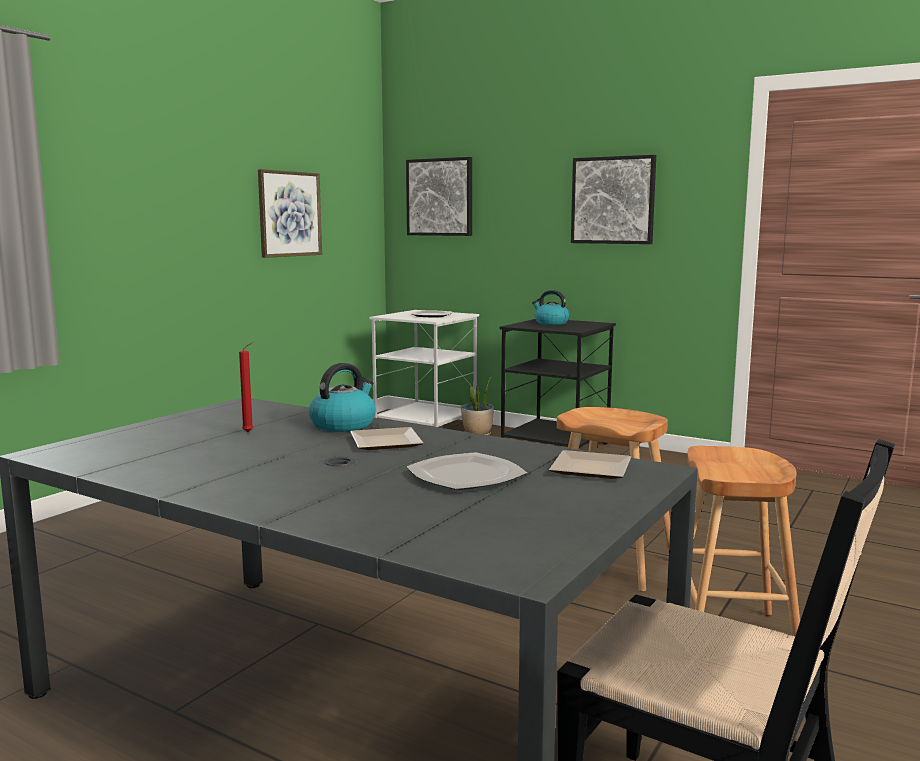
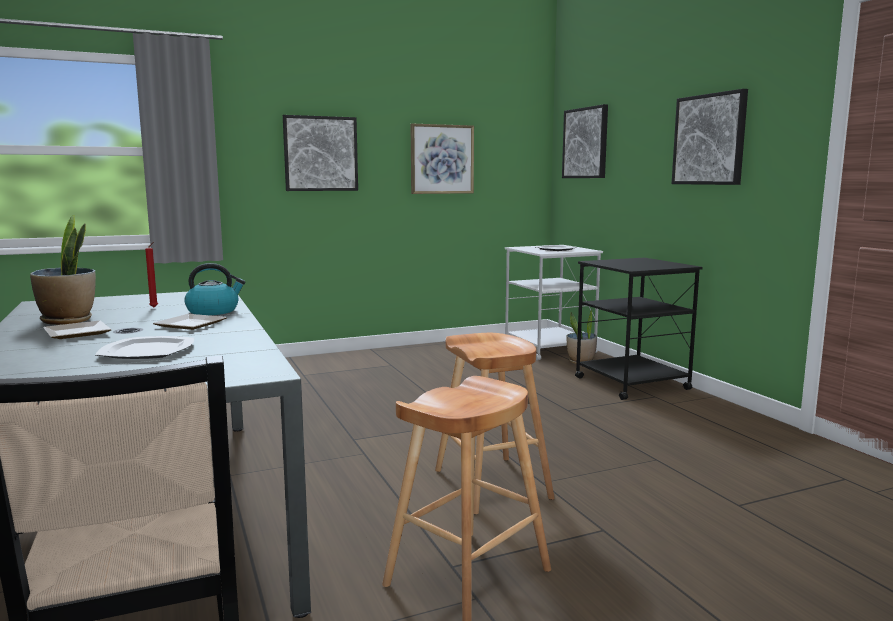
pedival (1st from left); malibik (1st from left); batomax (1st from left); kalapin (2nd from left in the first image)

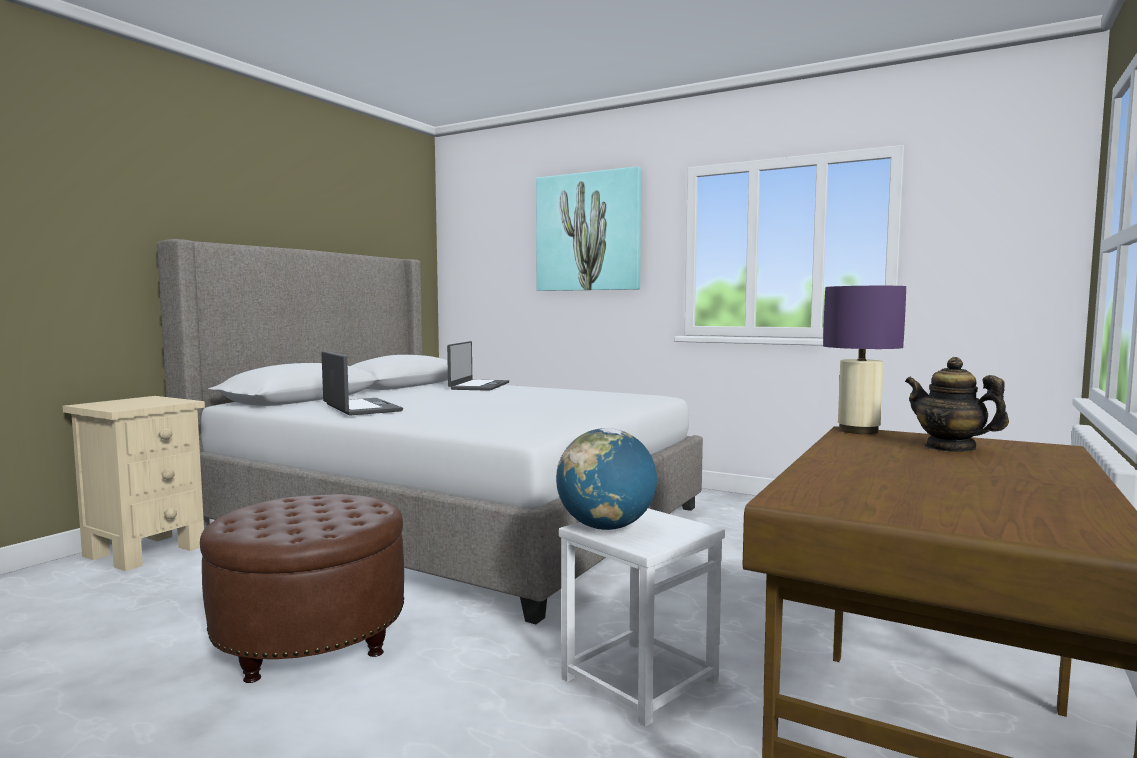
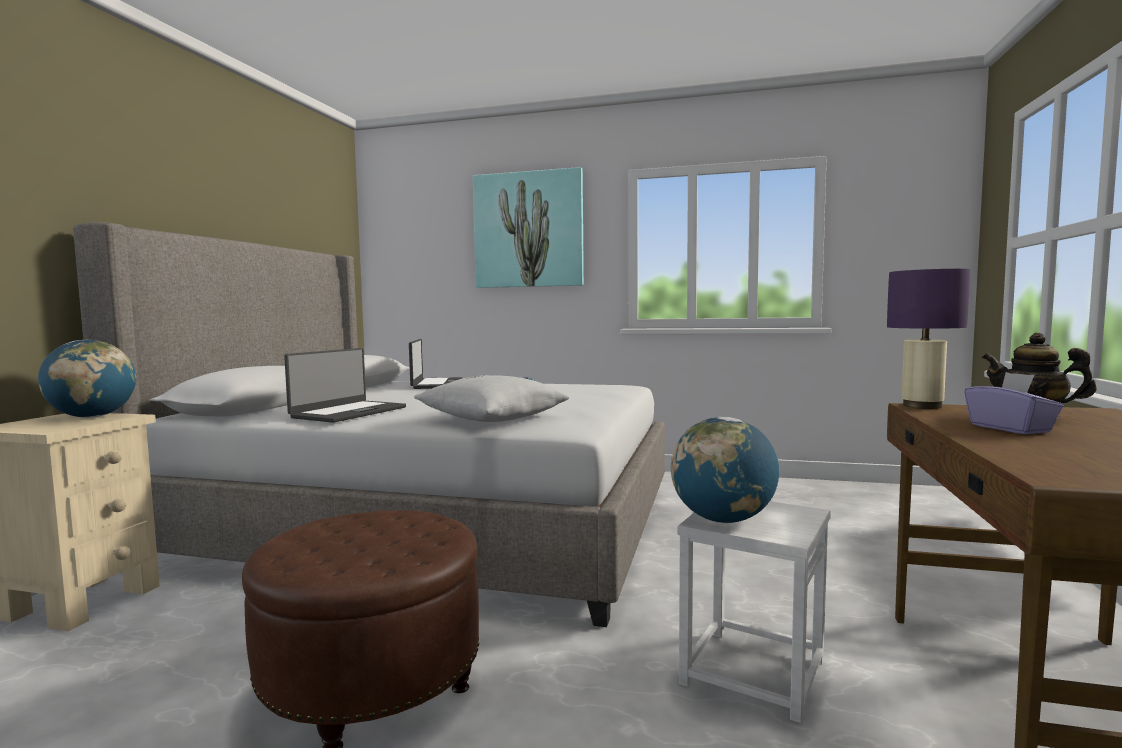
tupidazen (1st from left); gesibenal (1st from left); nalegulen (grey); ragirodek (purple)

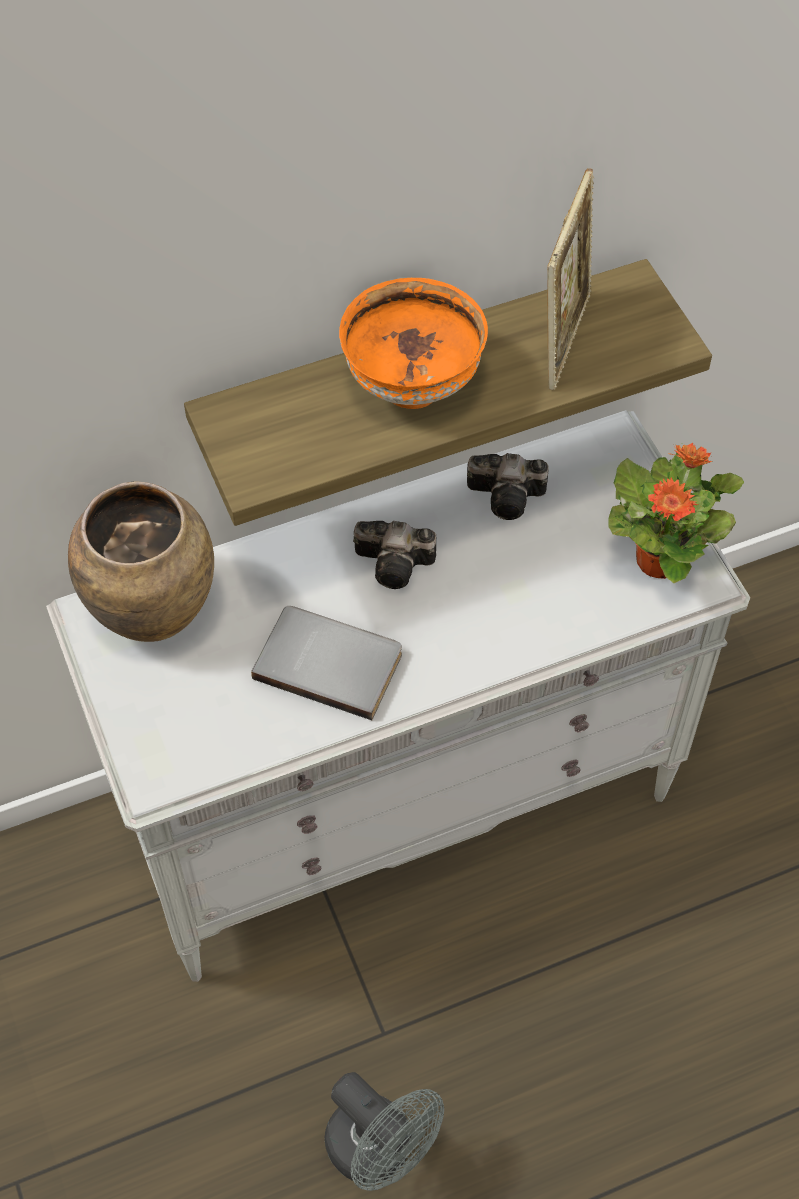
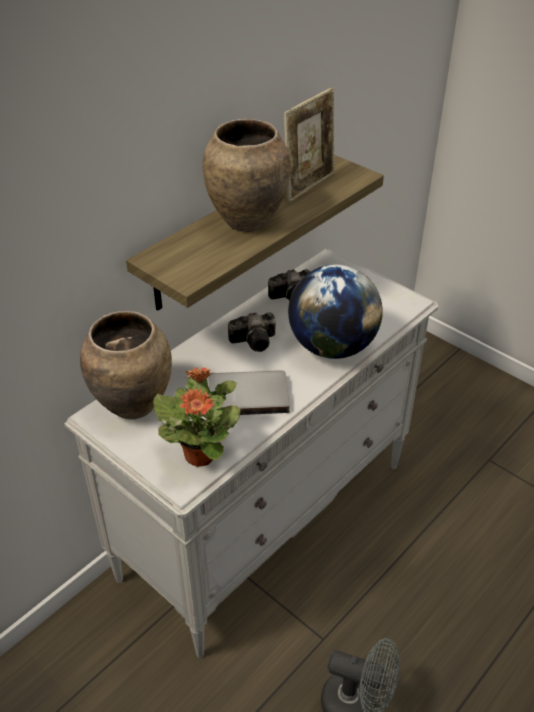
pedival; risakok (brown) (2nd from left); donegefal; tupidazen

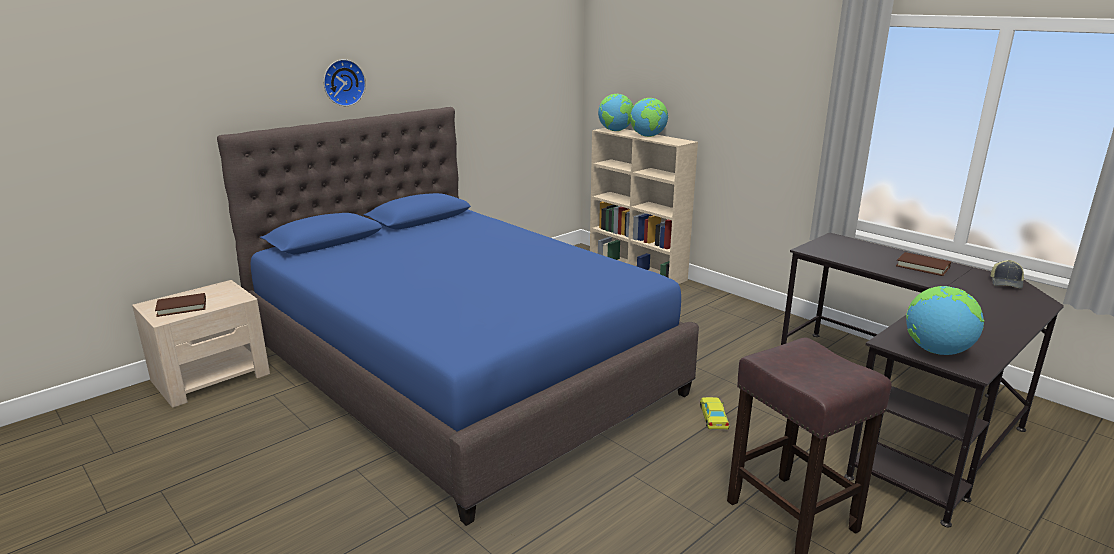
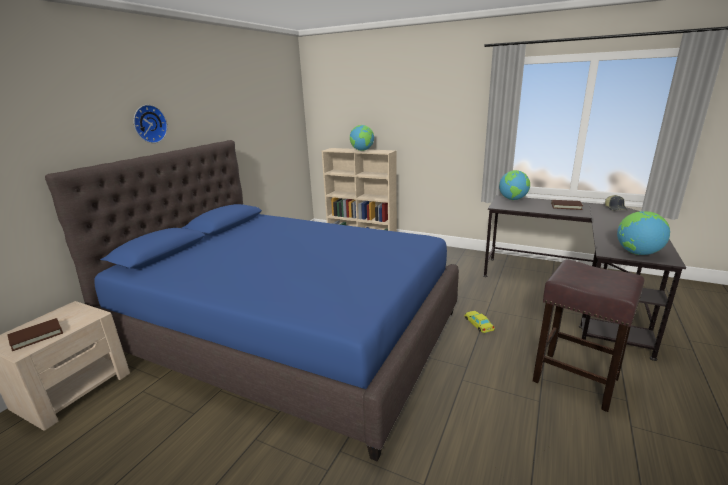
tupidazen (2nd from left)

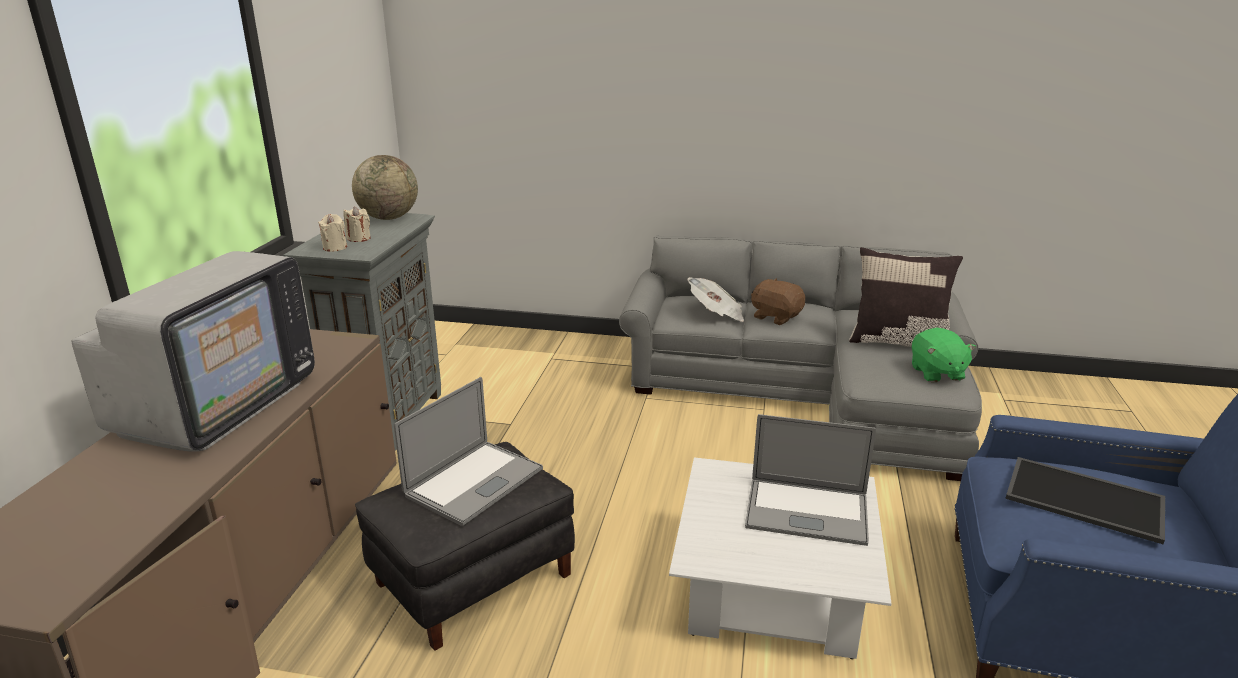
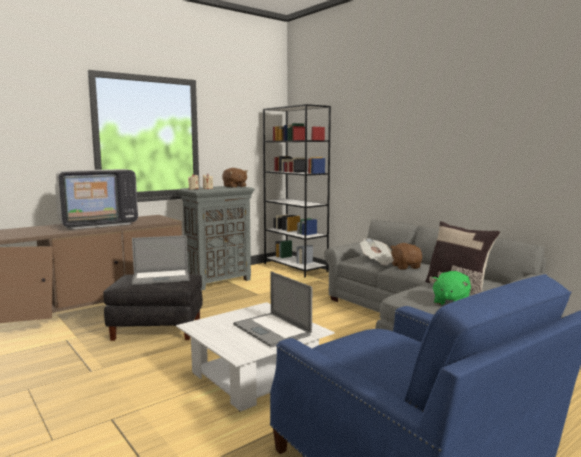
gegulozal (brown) (1st from left); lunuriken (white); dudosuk

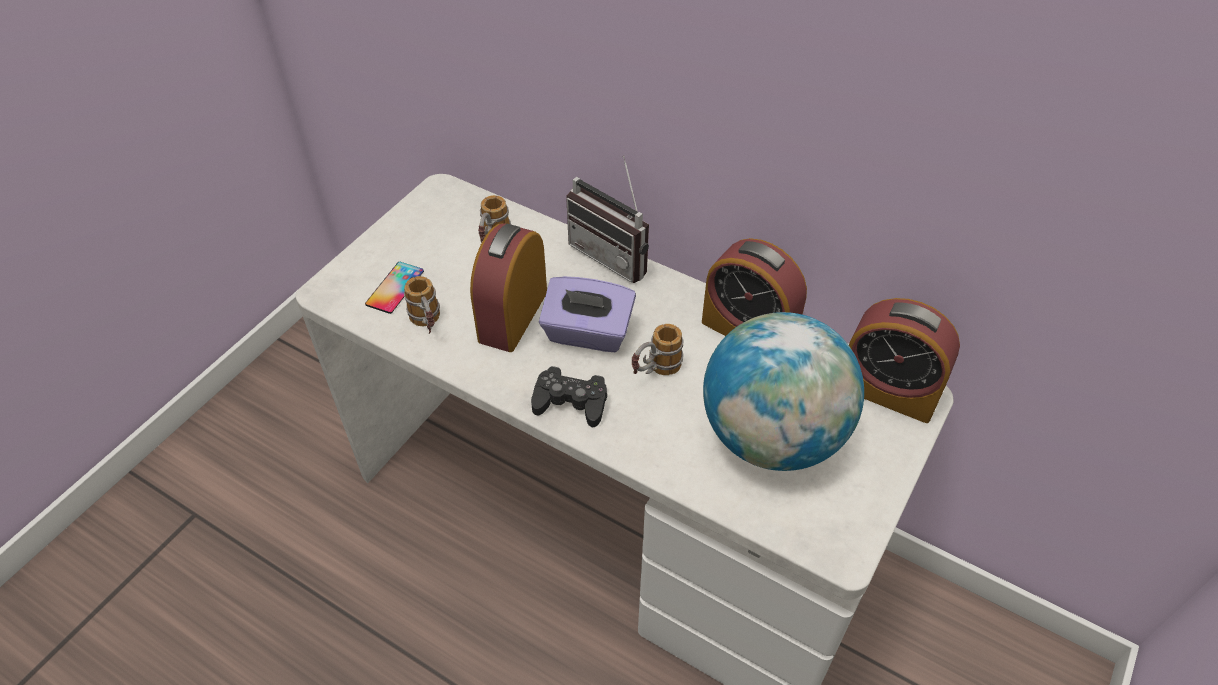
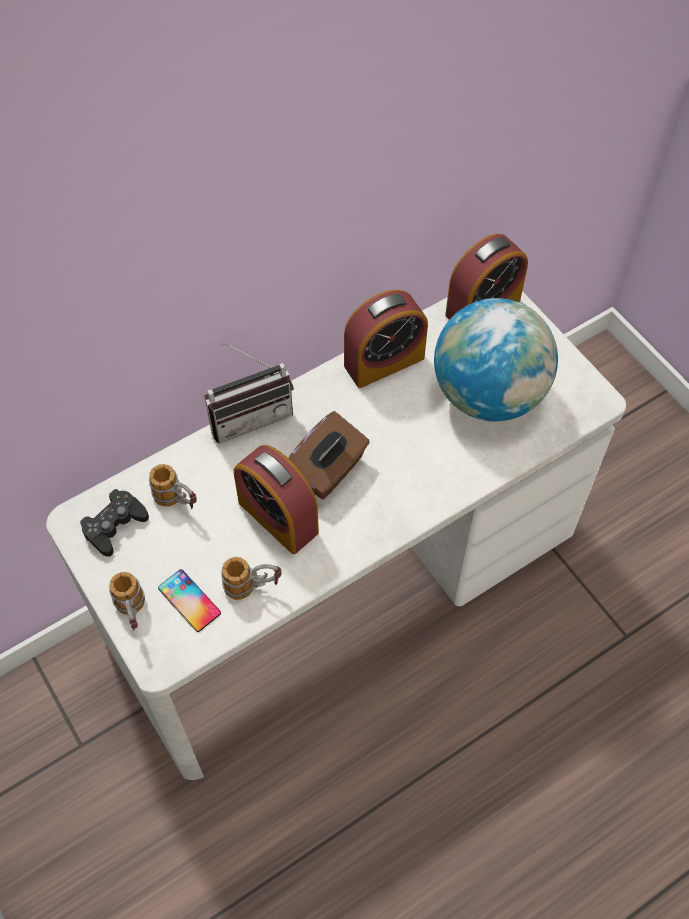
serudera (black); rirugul (1st from left); ragirodek (brown)

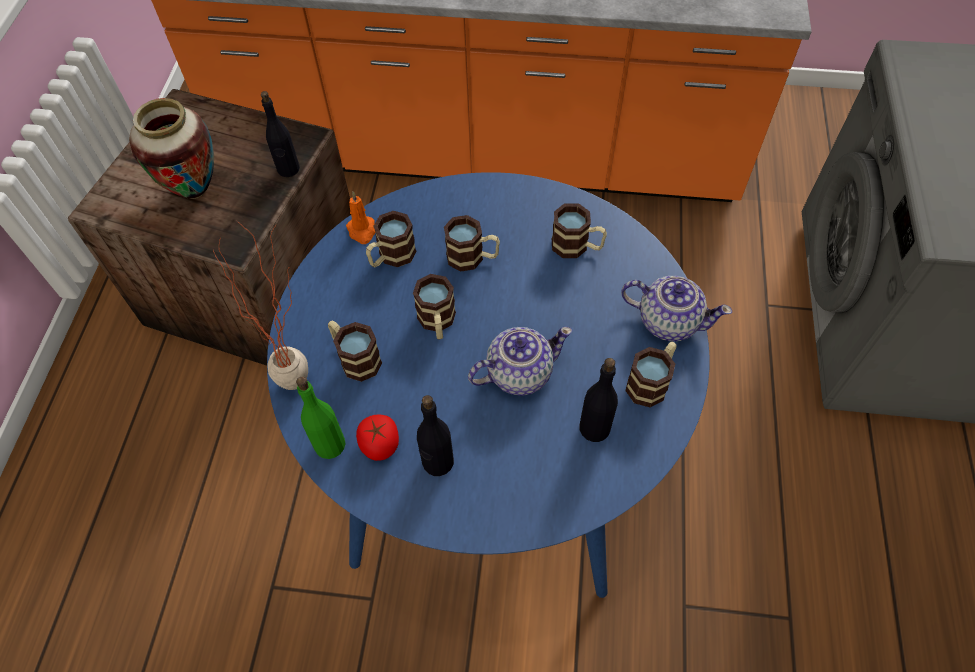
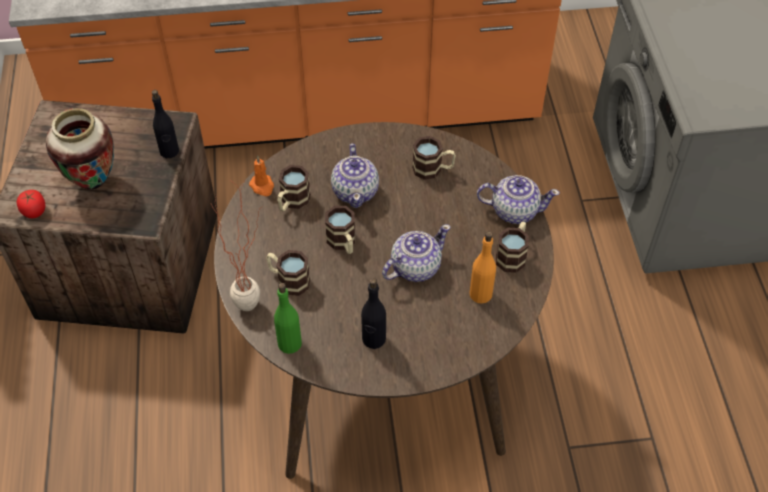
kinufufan; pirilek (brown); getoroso (1st from left); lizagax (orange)

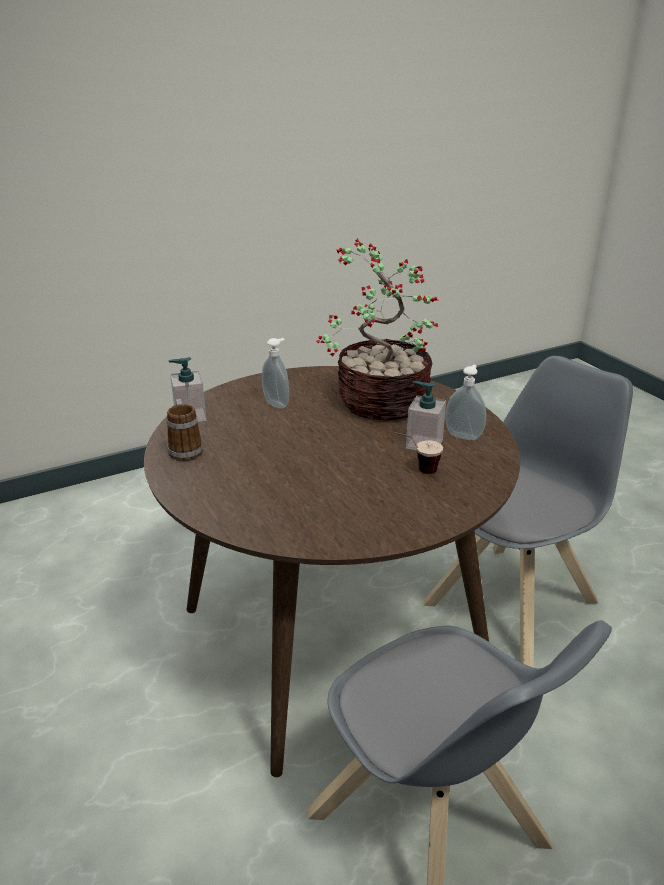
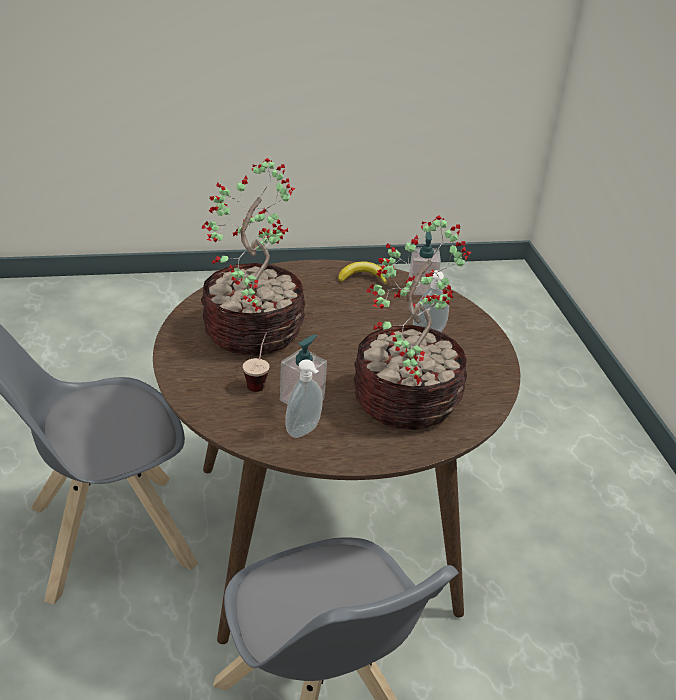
pedival (1st from left); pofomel

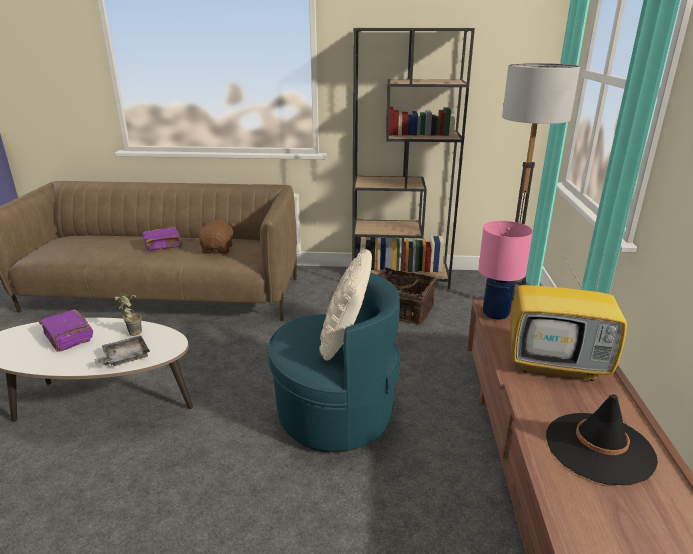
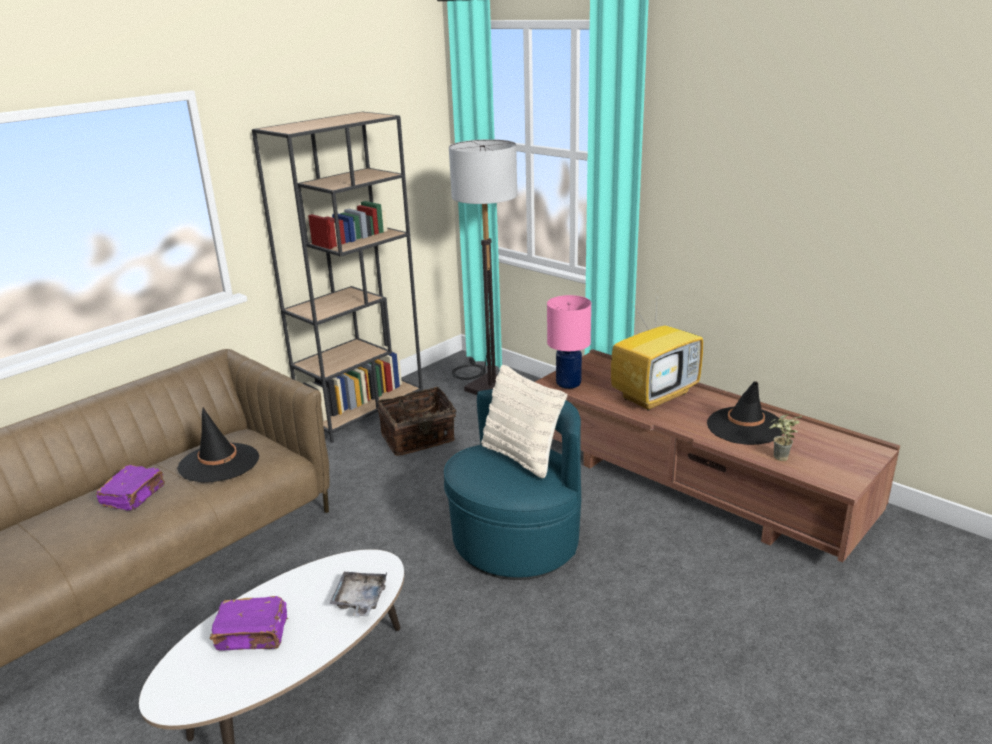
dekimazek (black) (1st from left); pedival

